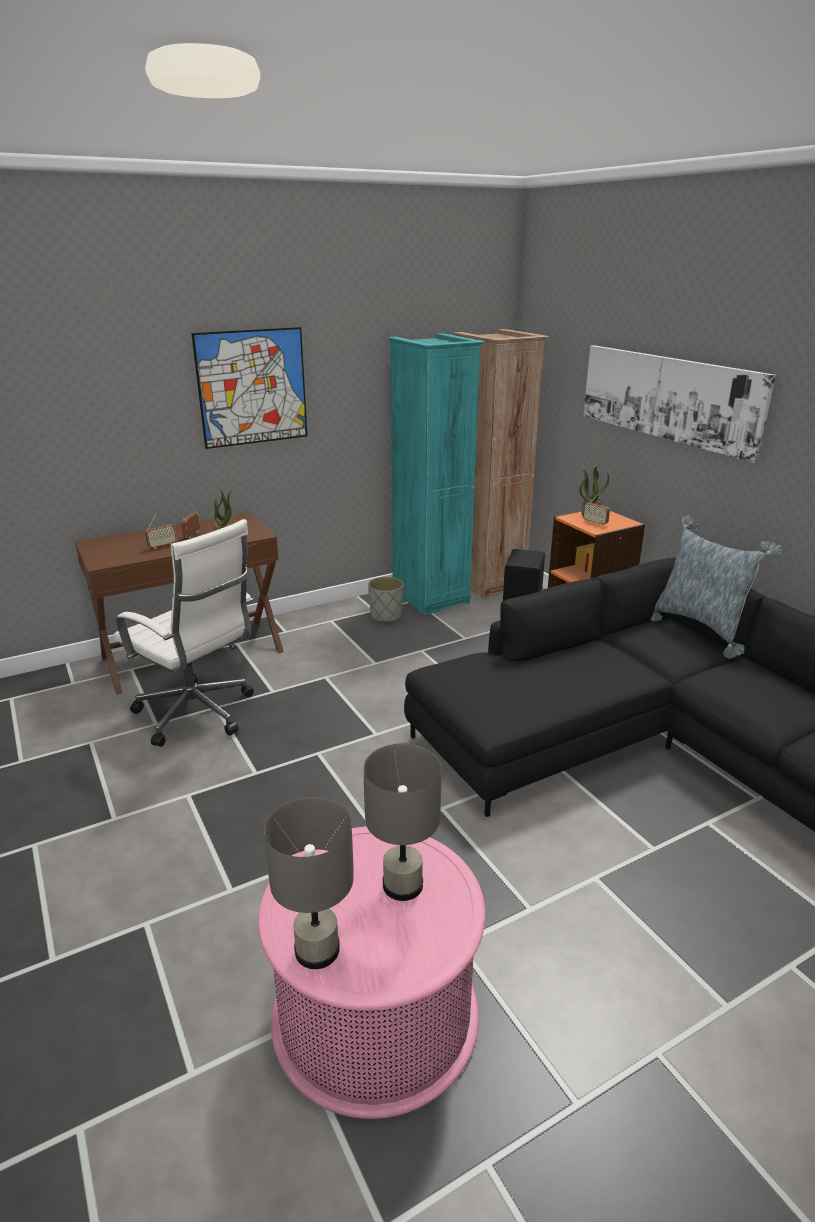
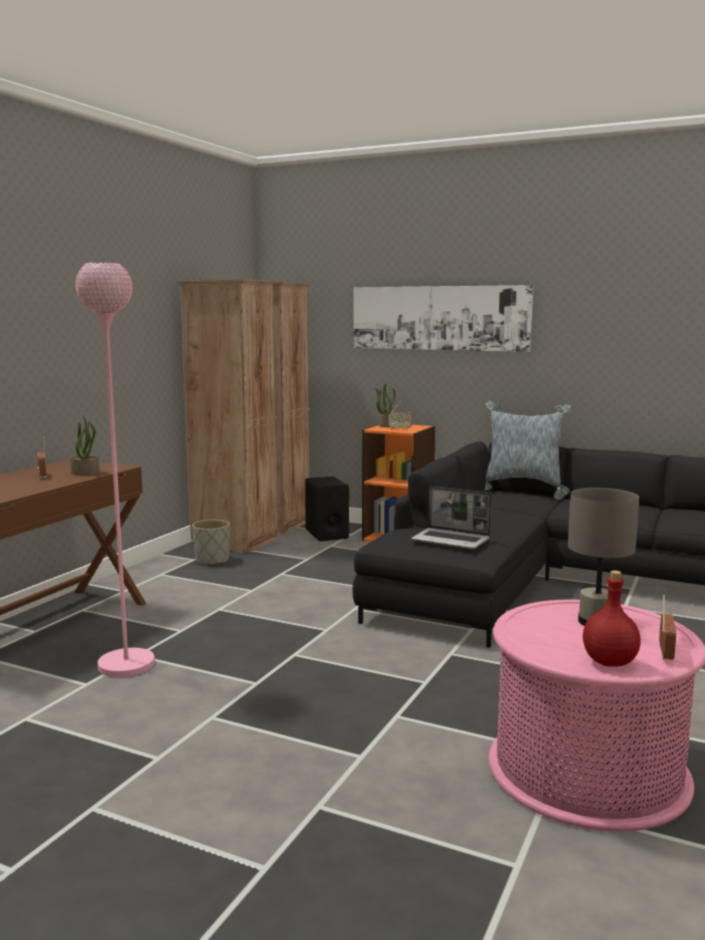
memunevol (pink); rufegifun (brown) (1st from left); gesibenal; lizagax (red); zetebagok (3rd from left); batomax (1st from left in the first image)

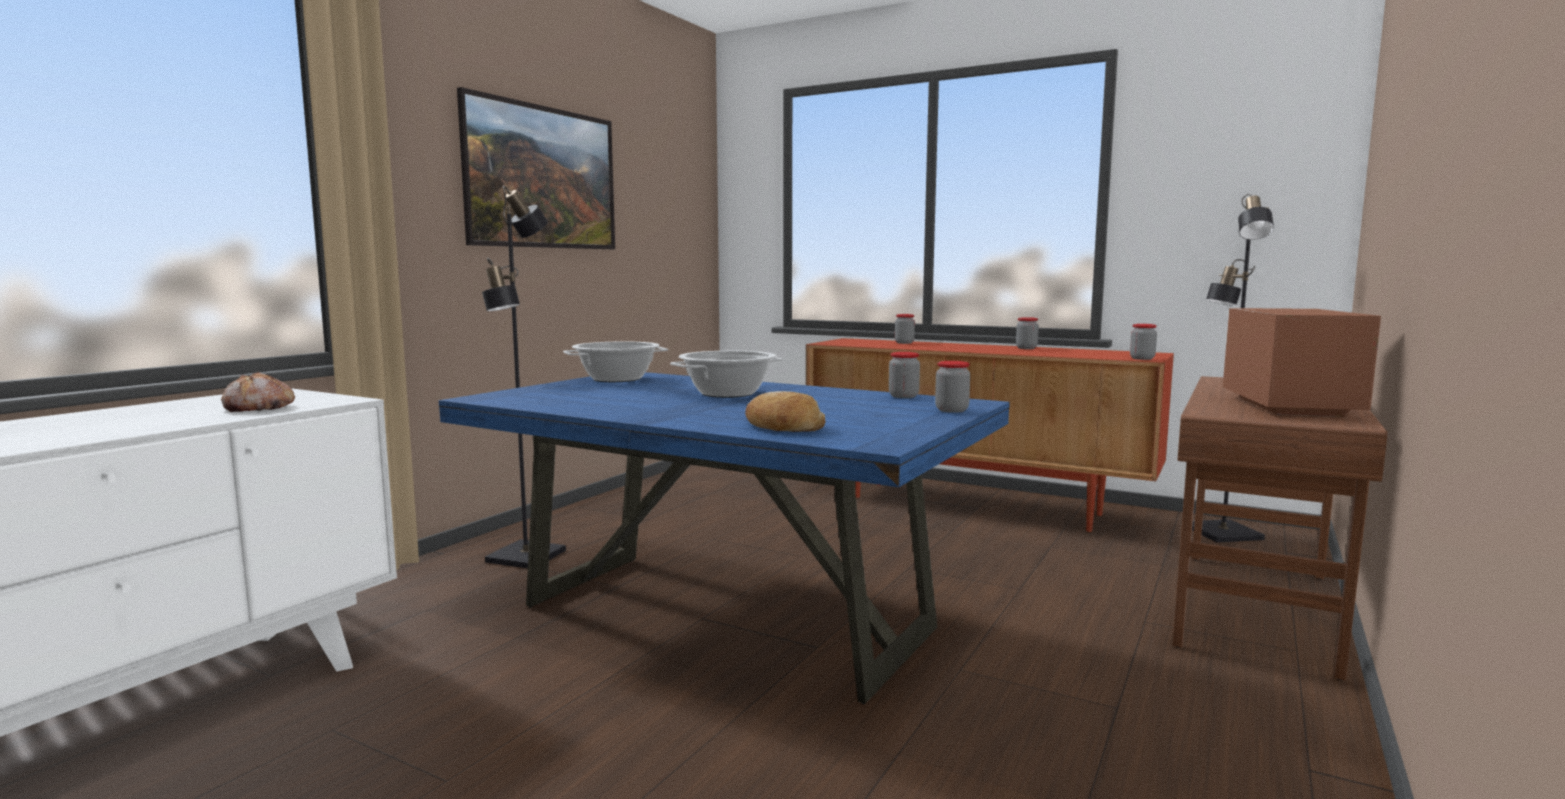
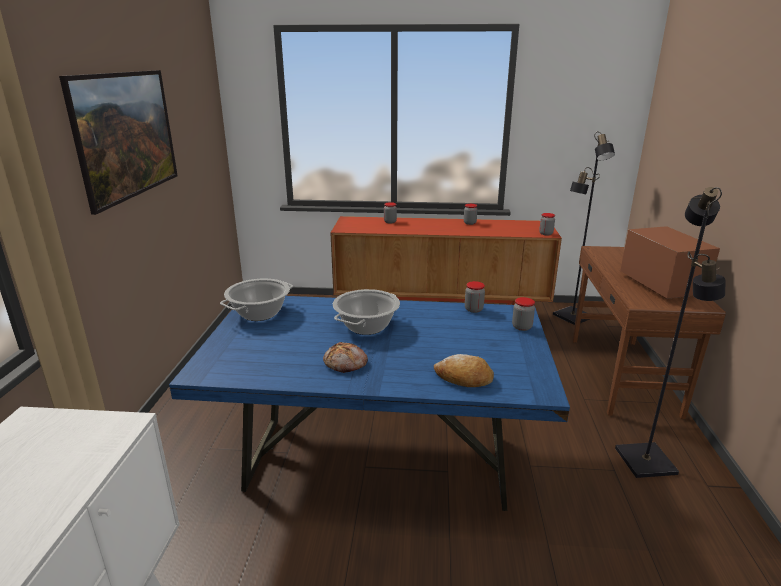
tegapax (1st from left); memunevol (black) (2nd from left)

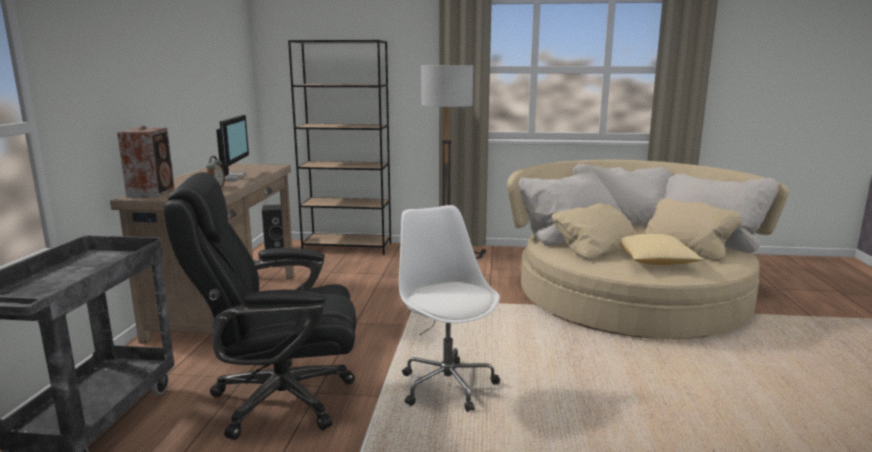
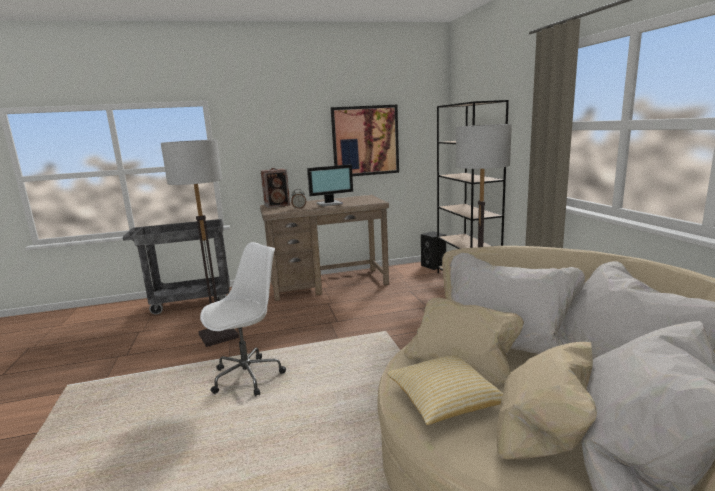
memunevol (1st from left); batomax

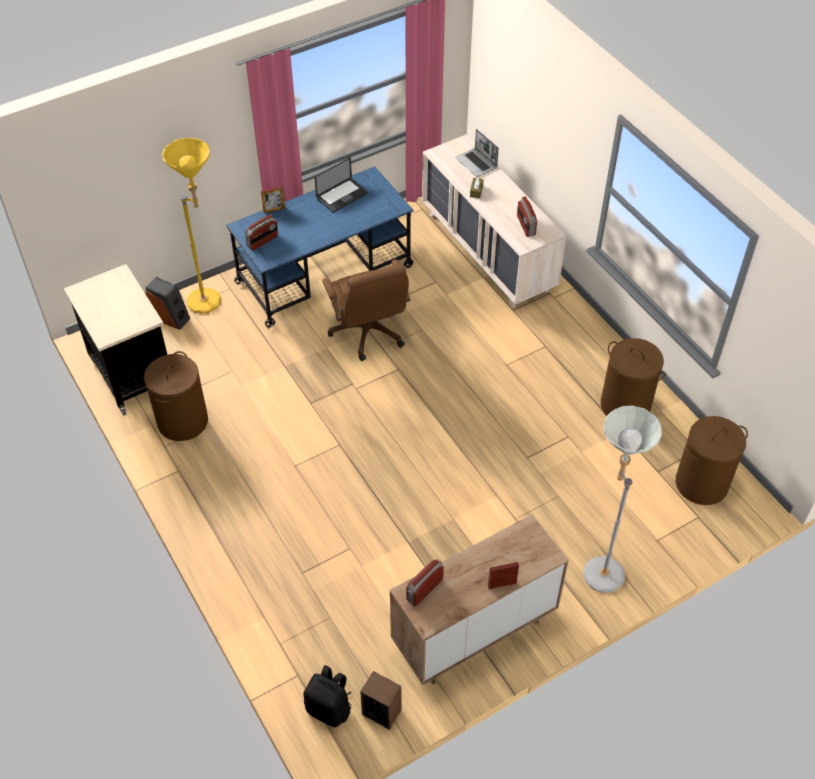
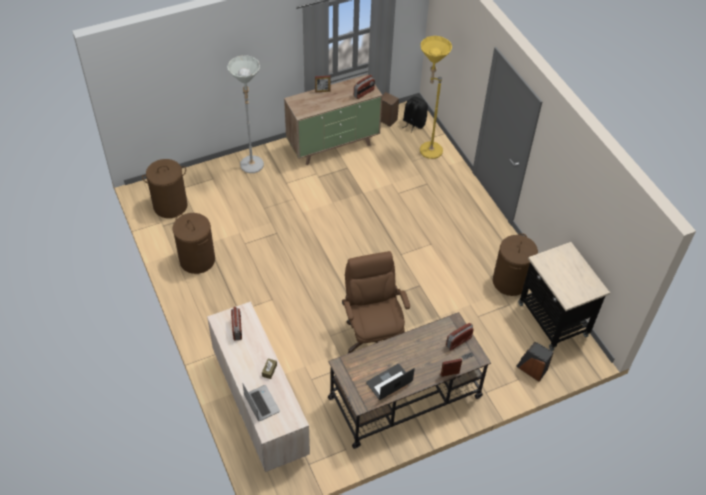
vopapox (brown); memunevol (yellow)

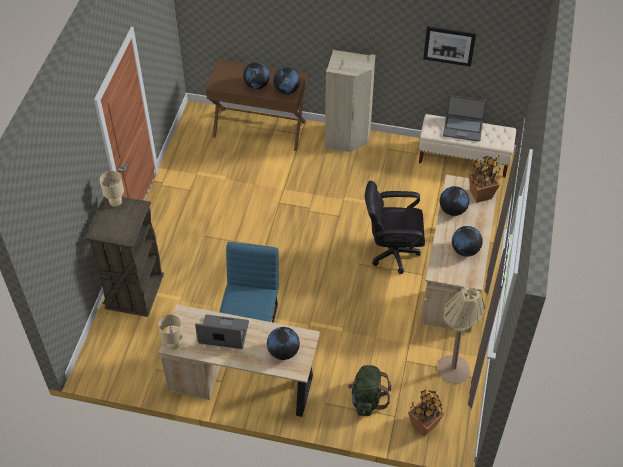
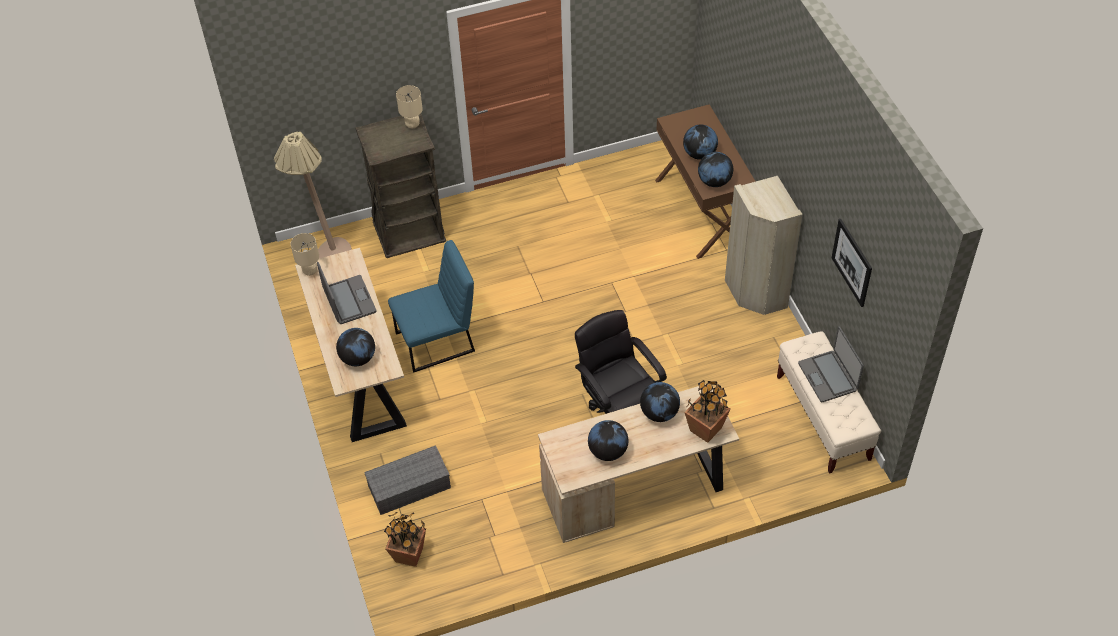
memunevol (beige); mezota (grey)

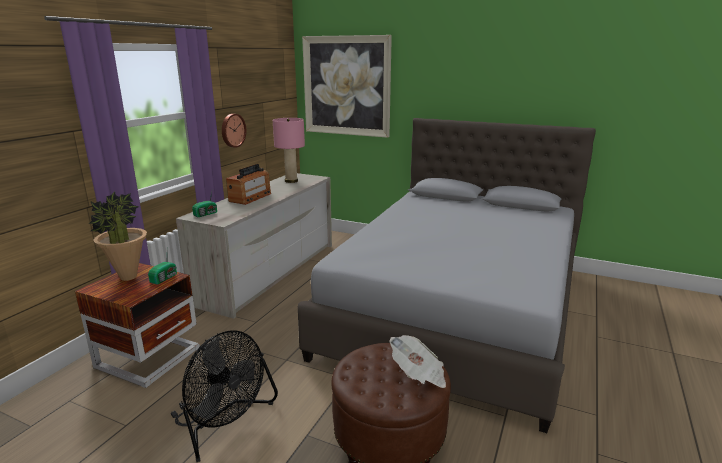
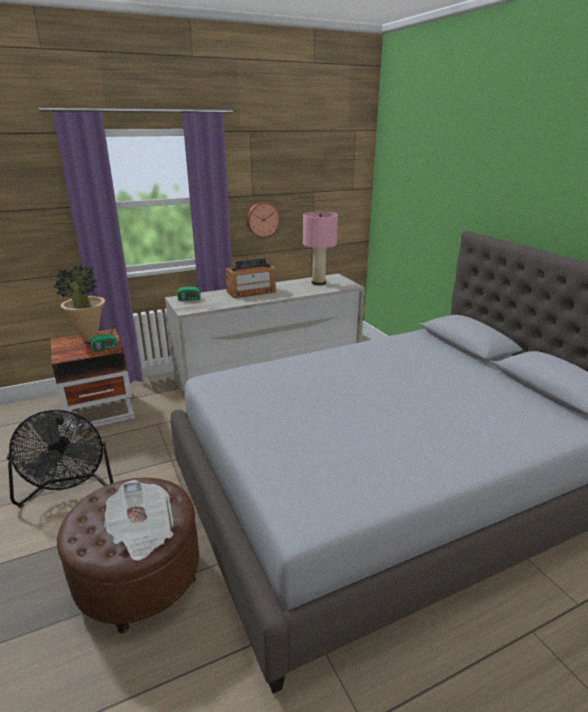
batomax

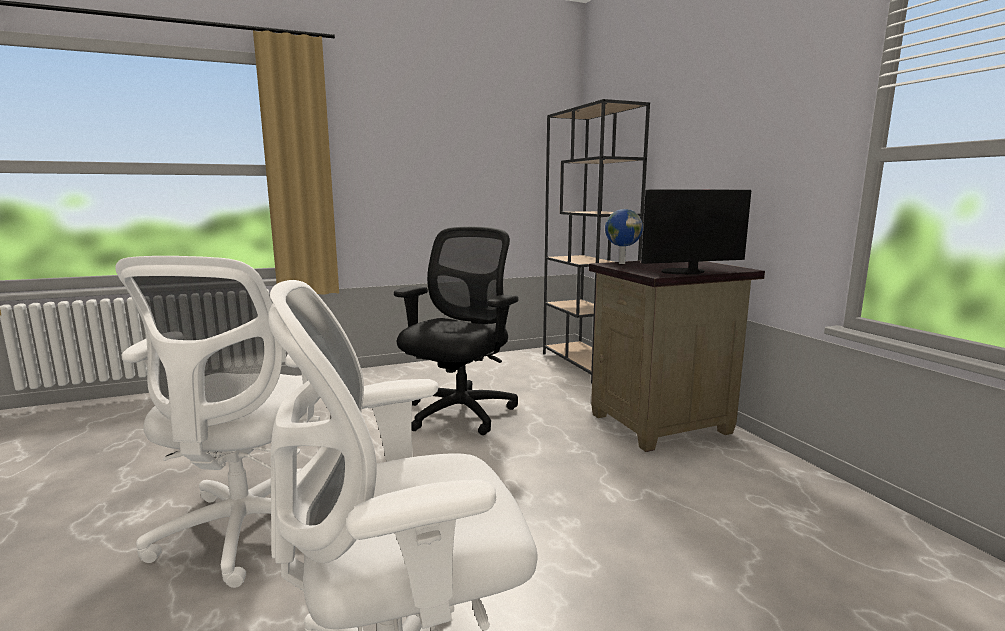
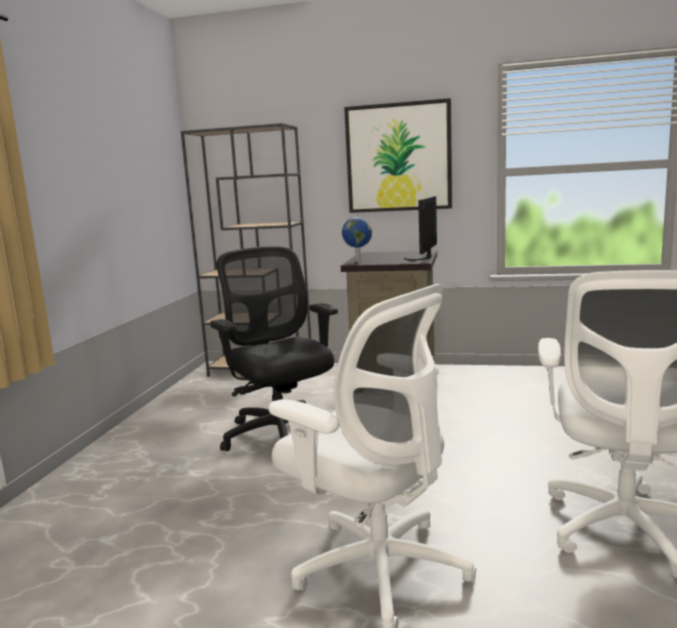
batomax

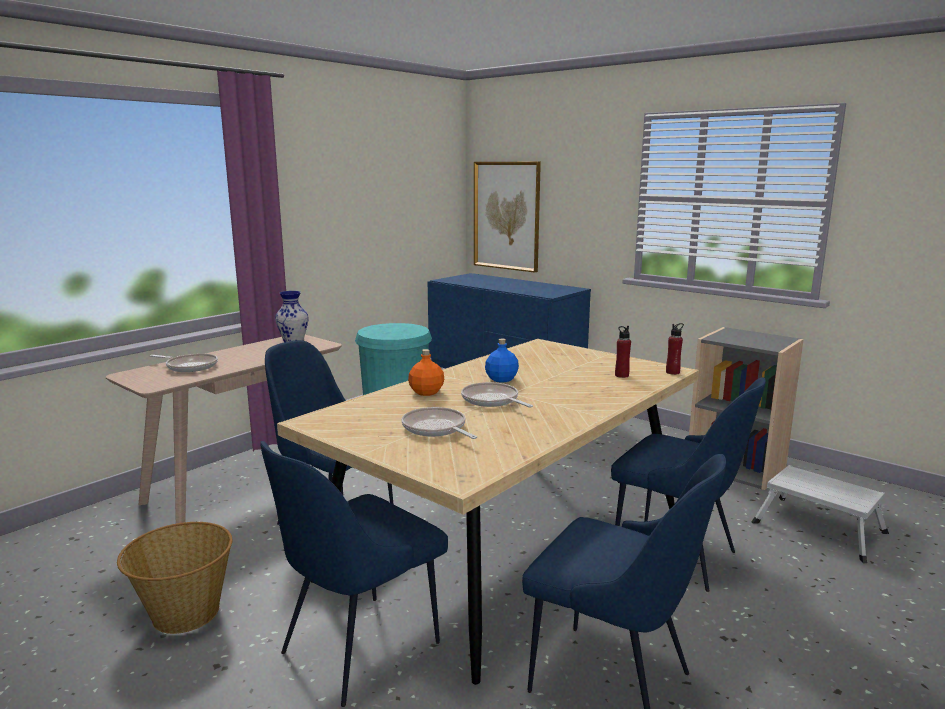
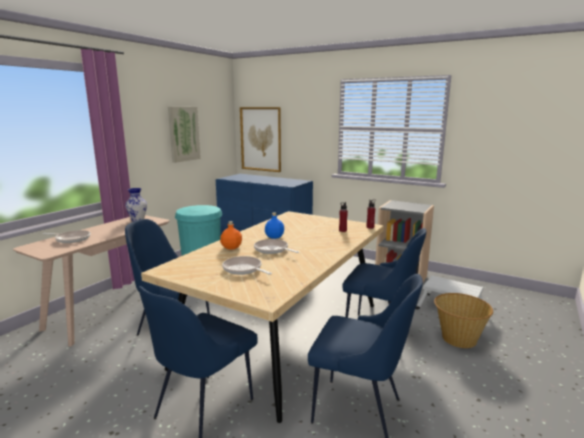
batomax (1st from left); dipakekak

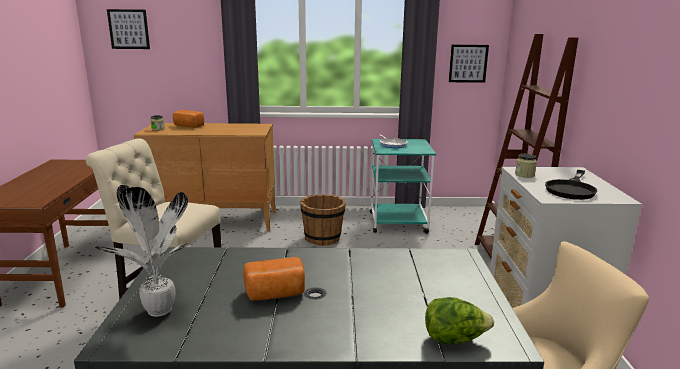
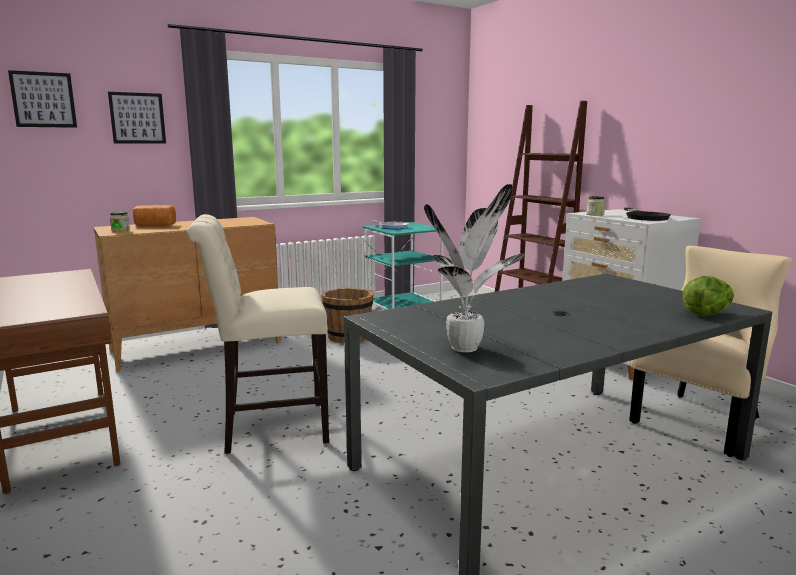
batomax (2nd from left); tegapax (2nd from left in the first image)

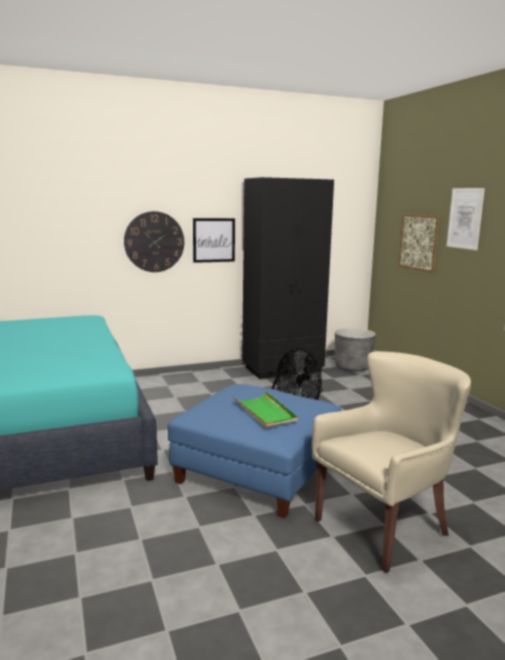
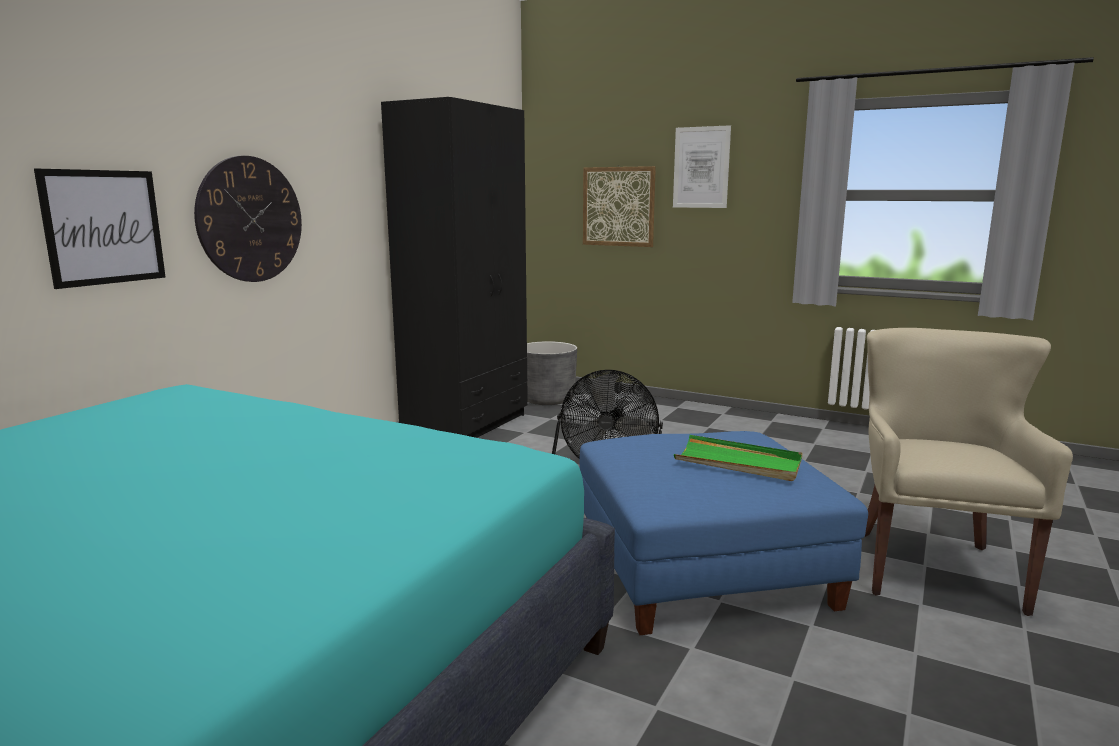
batomax (1st from left)

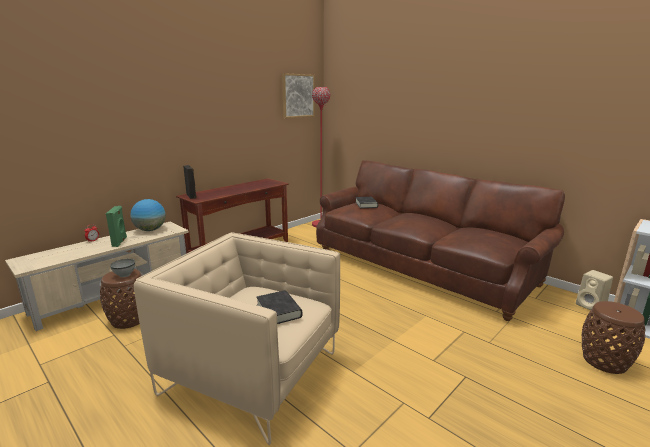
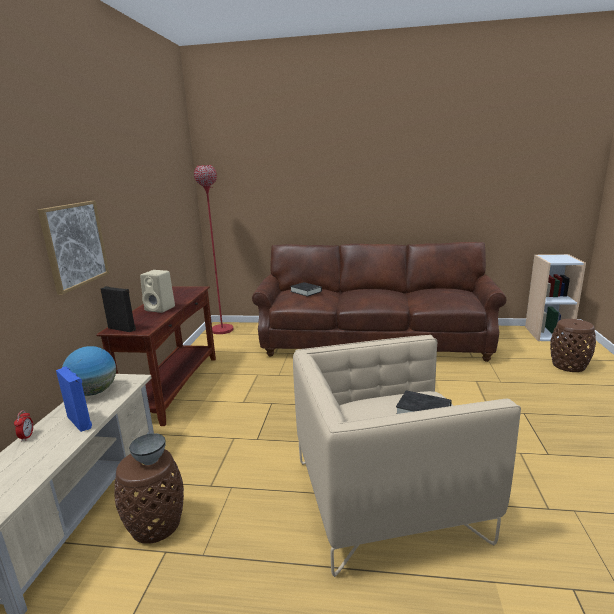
batomax; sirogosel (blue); sirogosel (beige)

